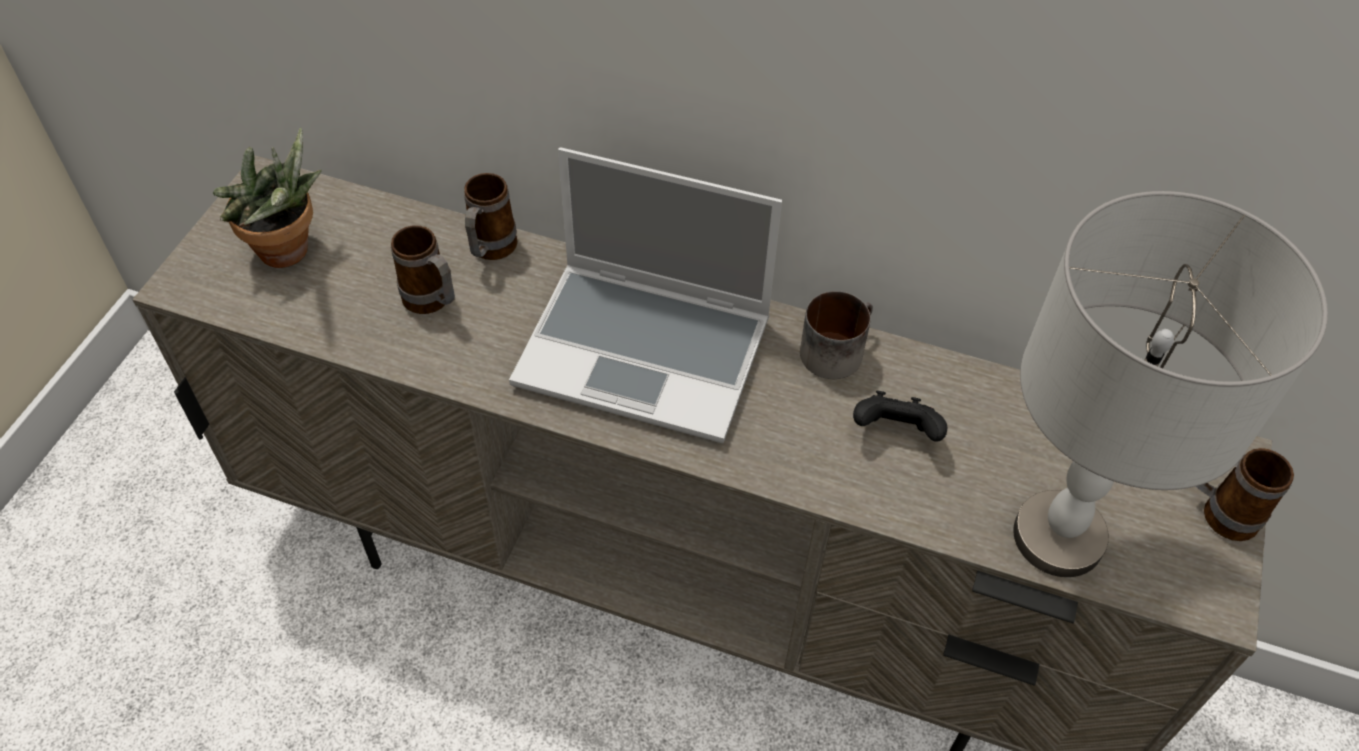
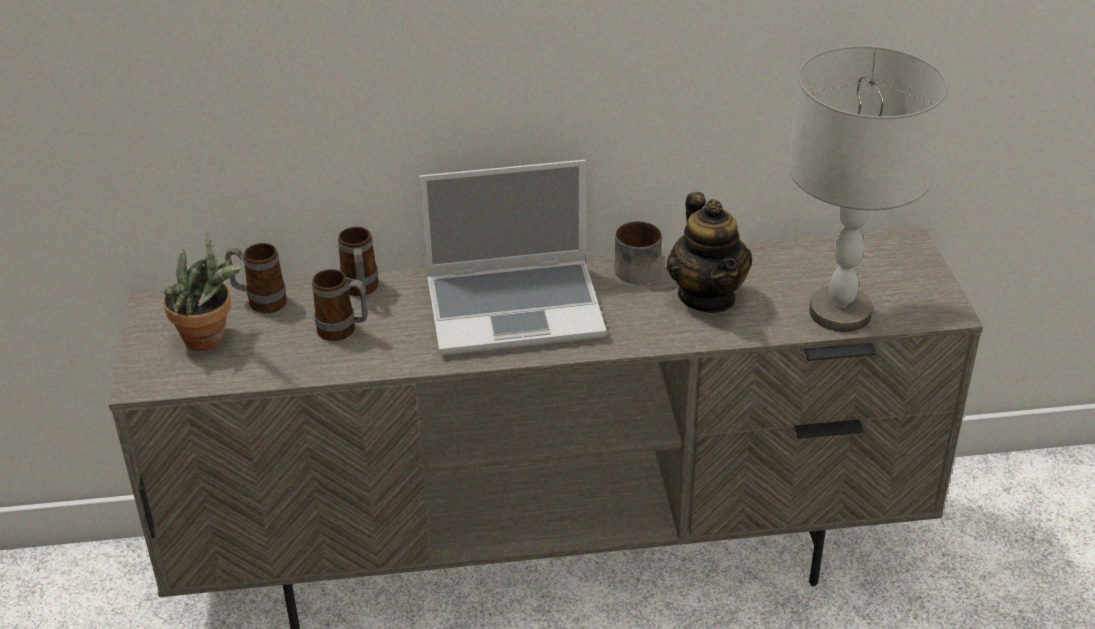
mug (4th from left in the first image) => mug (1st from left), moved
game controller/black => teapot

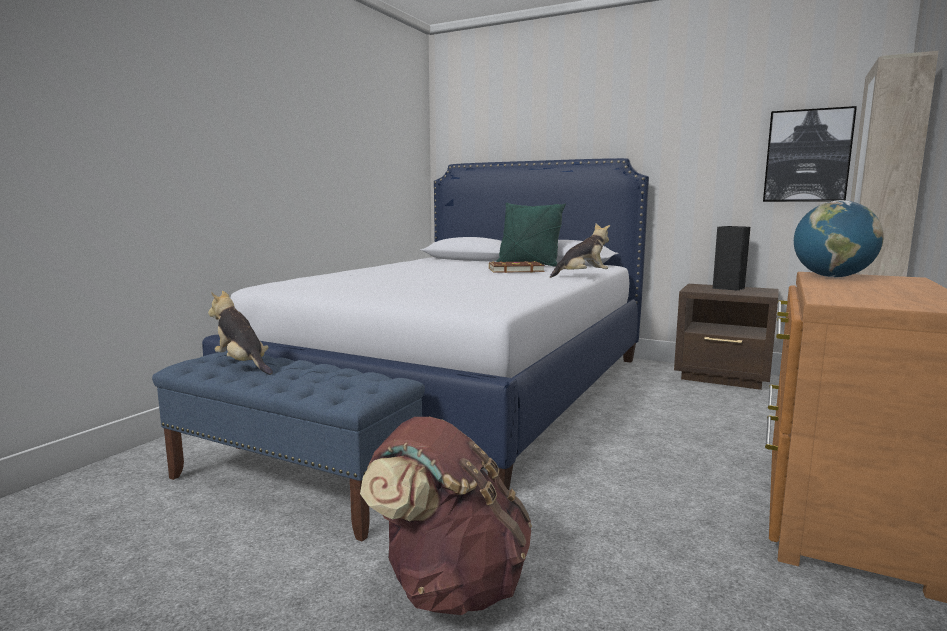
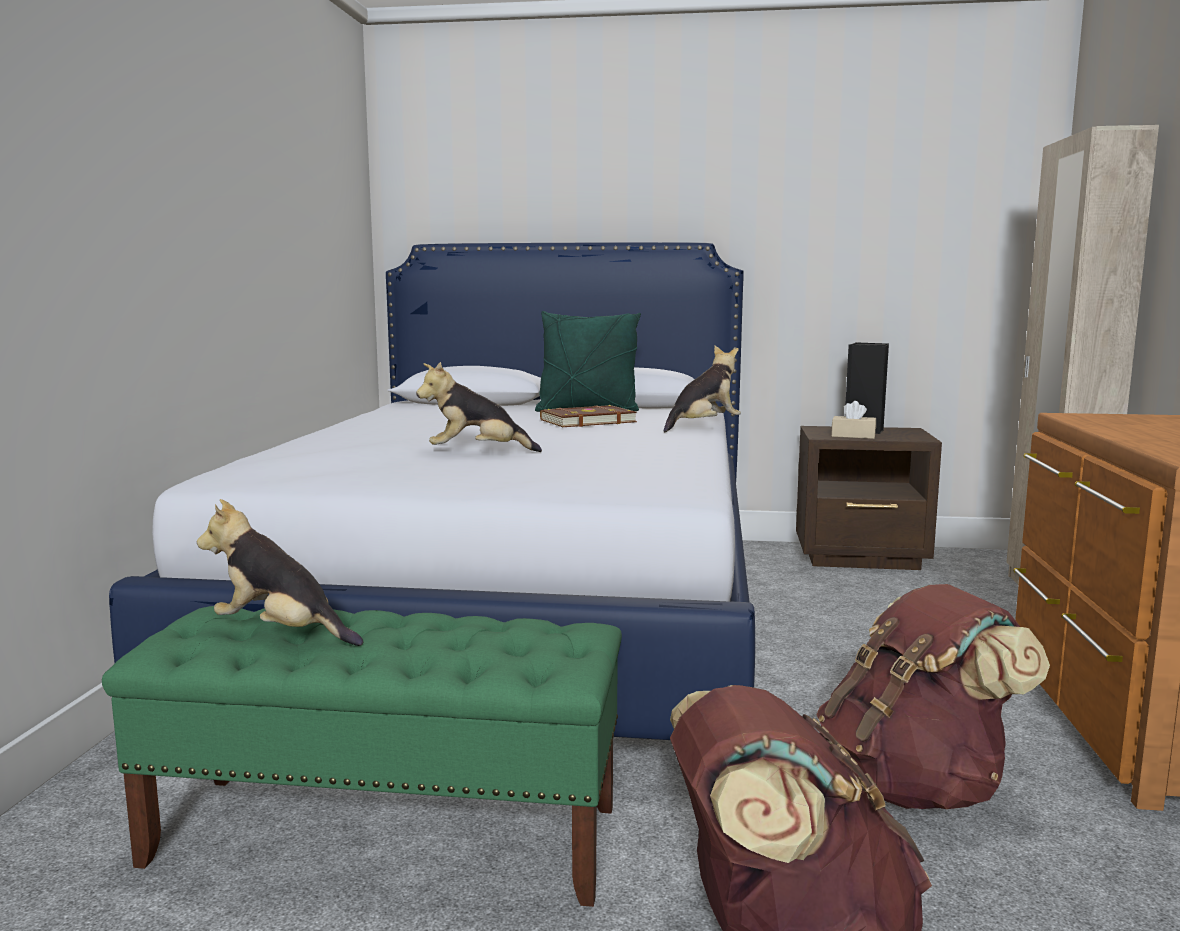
picture => nothing
globe => nothing
nothing => plush toy (2nd from left)
nothing => backpack/brown (2nd from left)
nothing => tissue box/beige
bench/blue => bench/green

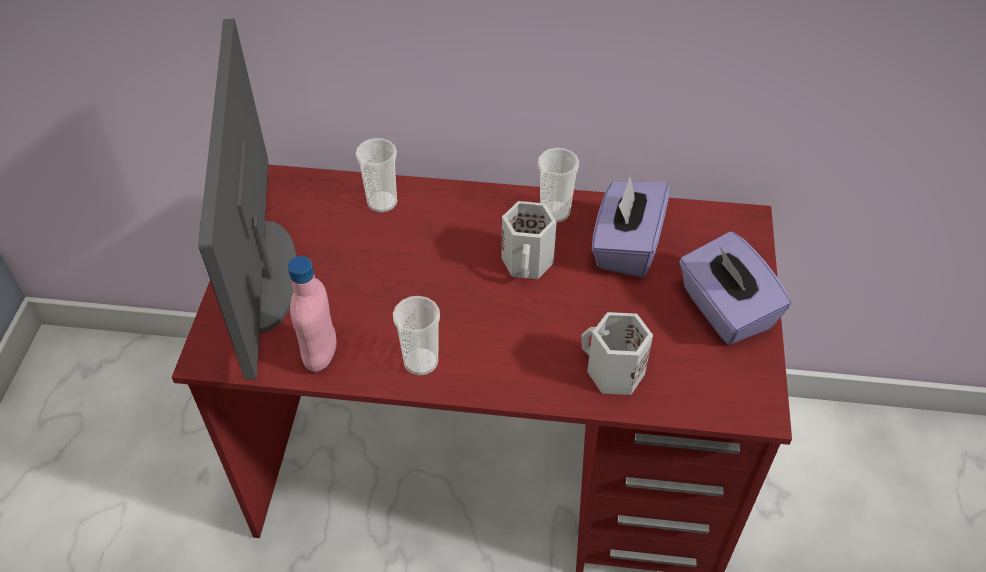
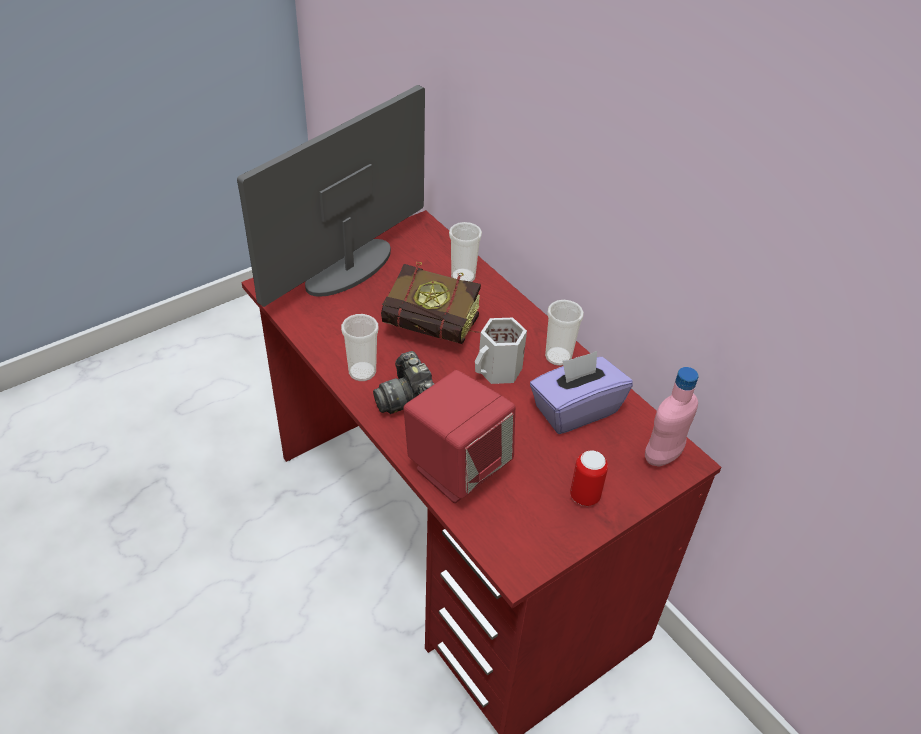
nothing => photo camera
nothing => book
bottle/pink, moved
mug/white (2nd from left) => speaker/red
tissue box/purple (2nd from left) => can

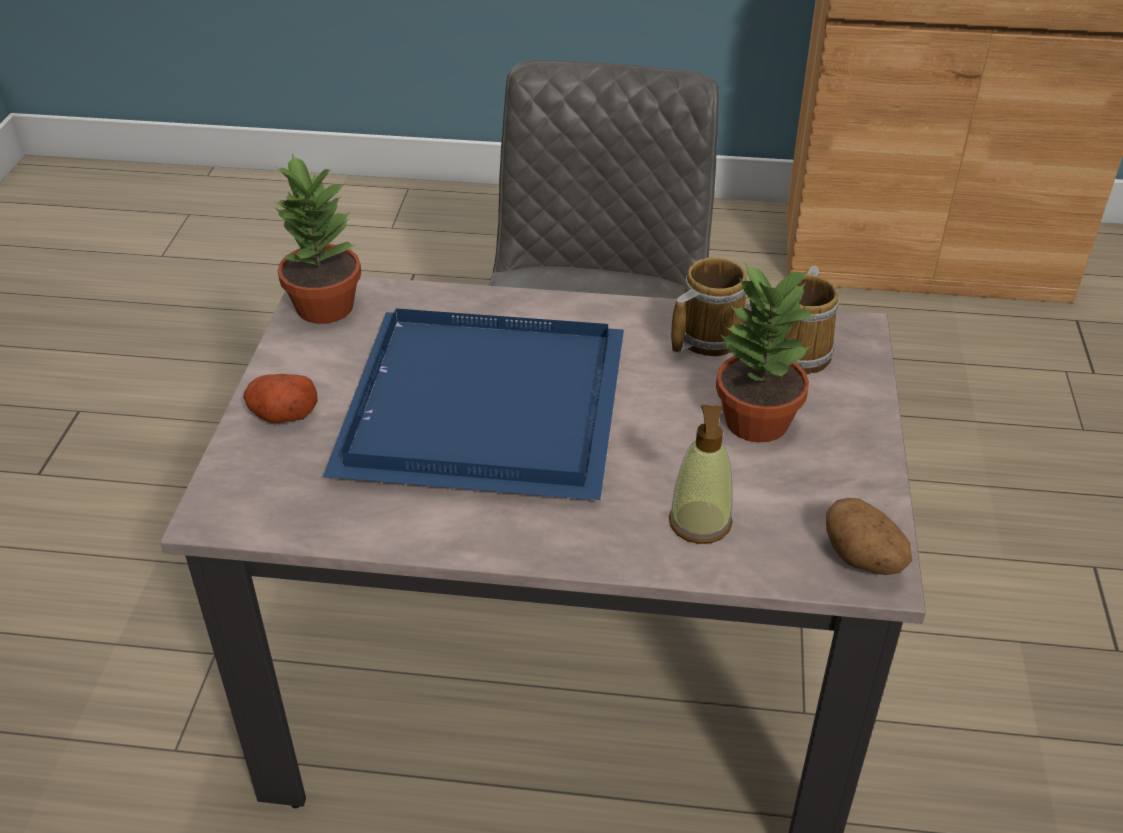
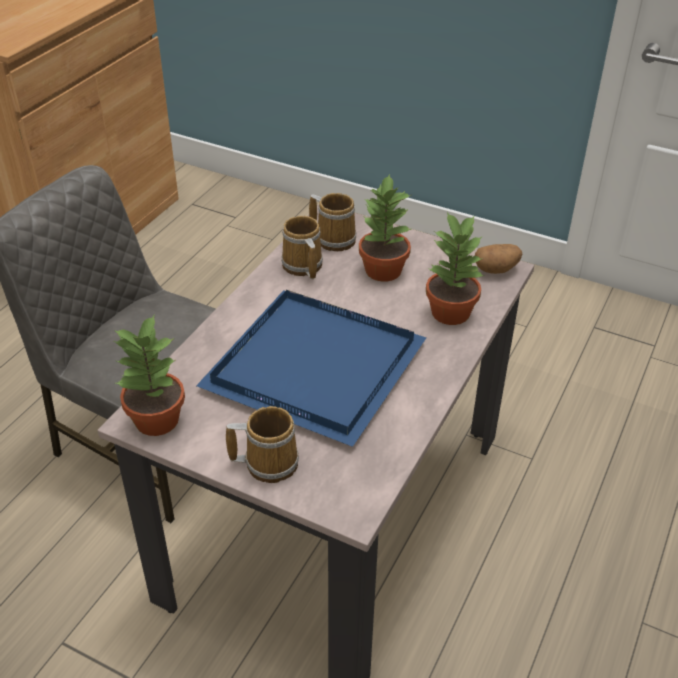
potato (1st from left) => mug (1st from left)
soap dispenser => potted plant (3rd from left)

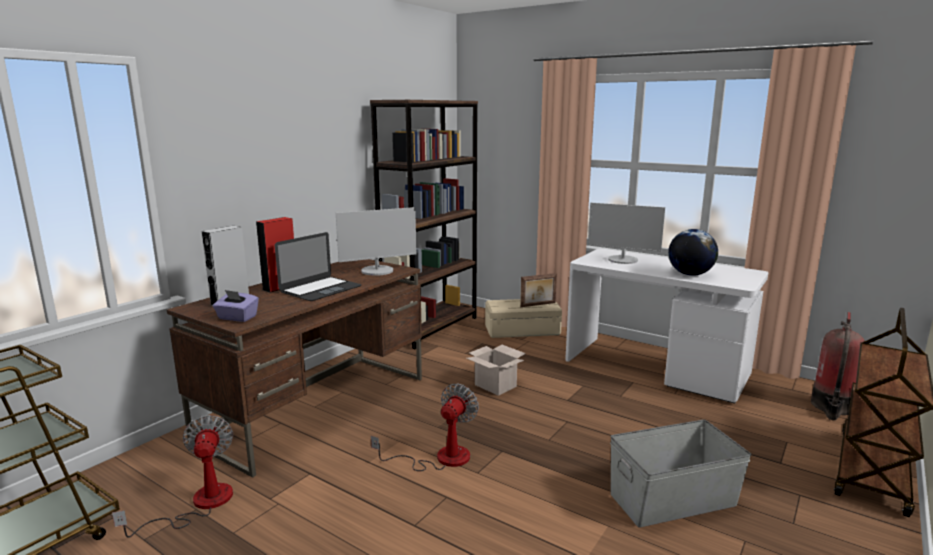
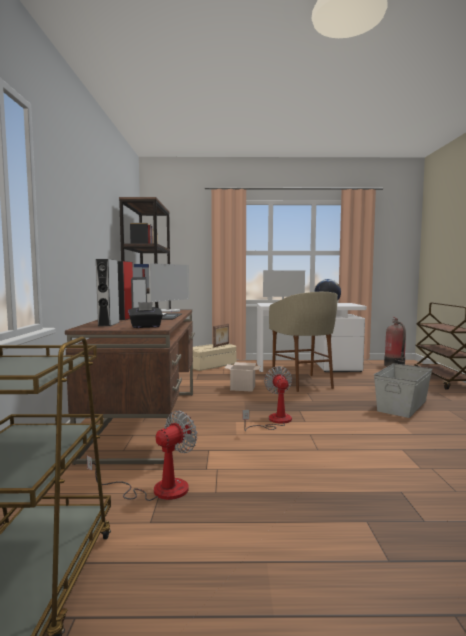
nothing => stool/beige
tissue box/purple => tissue box/black
fan (1st from left), 90 degrees clockwise

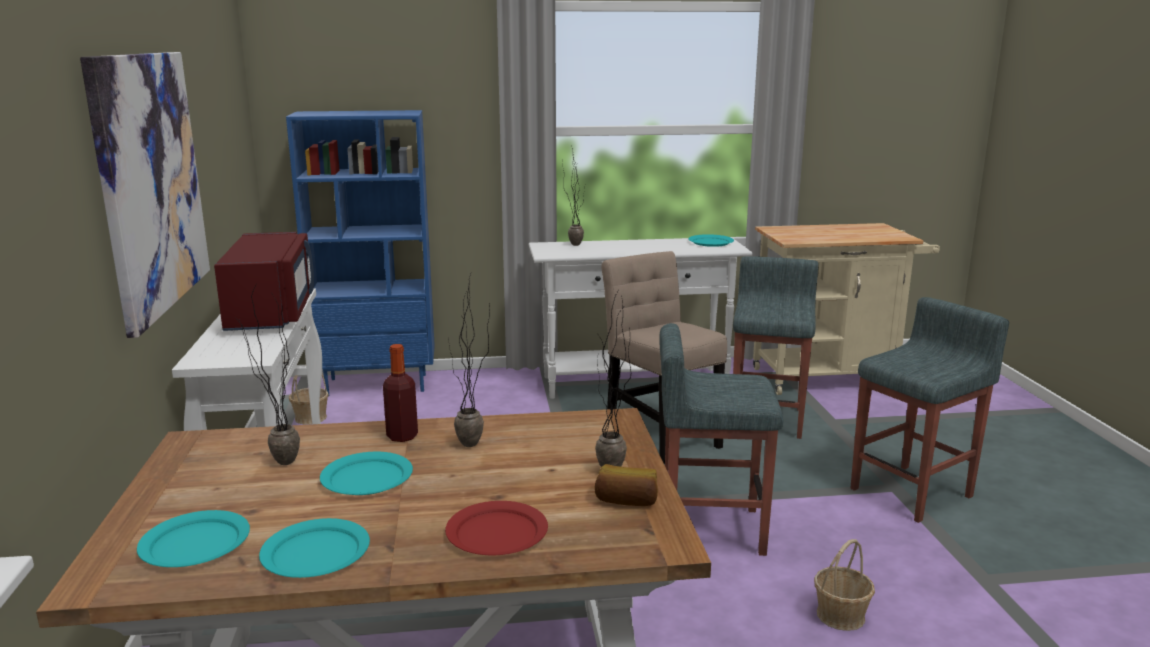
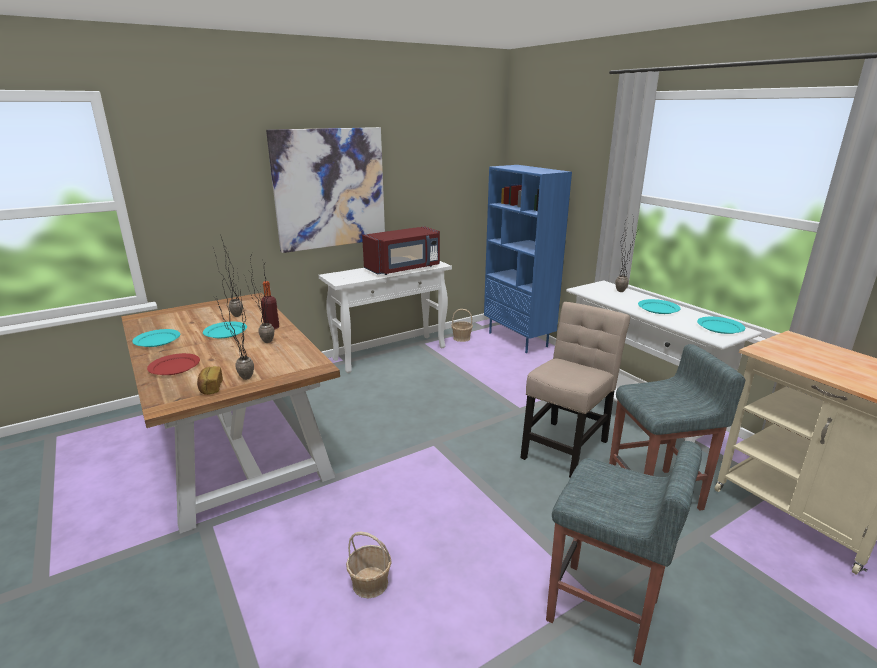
stool/grey (1st from left) => nothing
plate/turquoise (1st from left in the first image) => plate/turquoise (3rd from left), moved

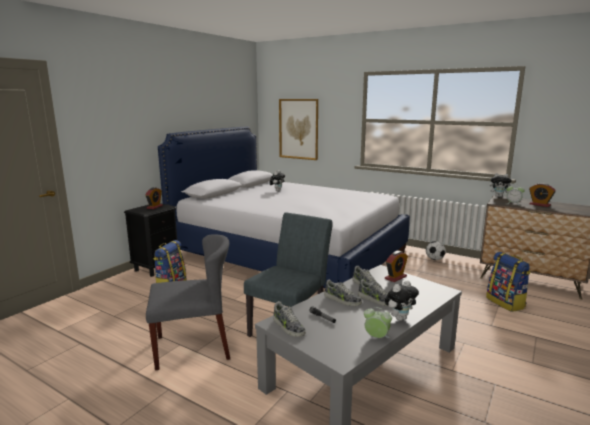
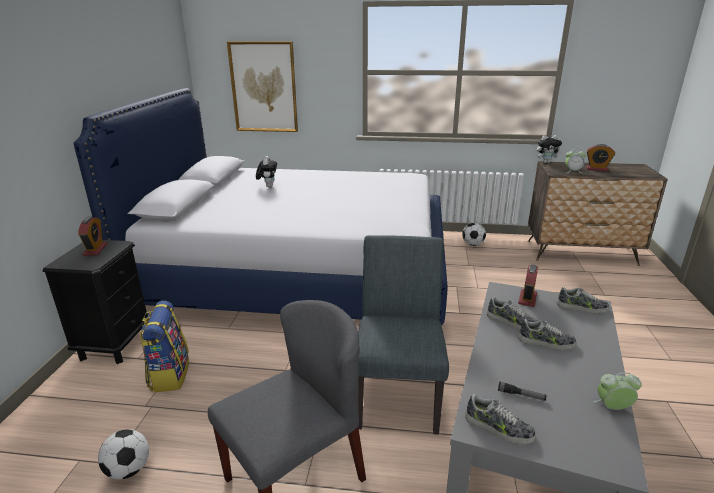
plush toy (2nd from left) => nothing
backpack (2nd from left) => nothing
nothing => football (1st from left)
shoe (2nd from left in the first image) => shoe (4th from left), moved

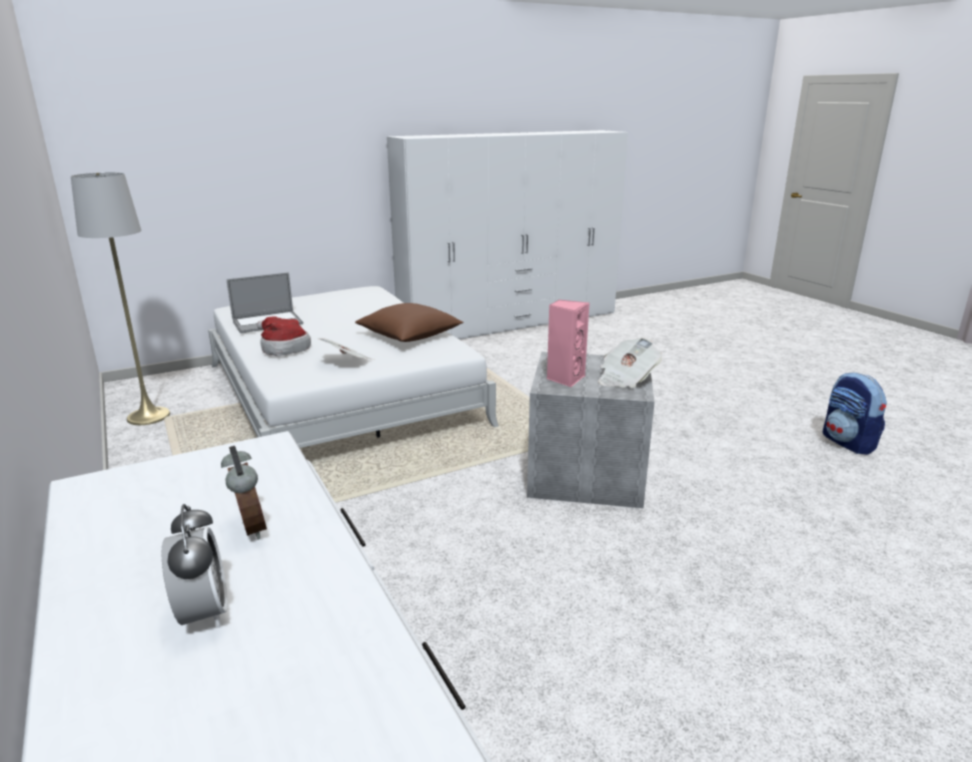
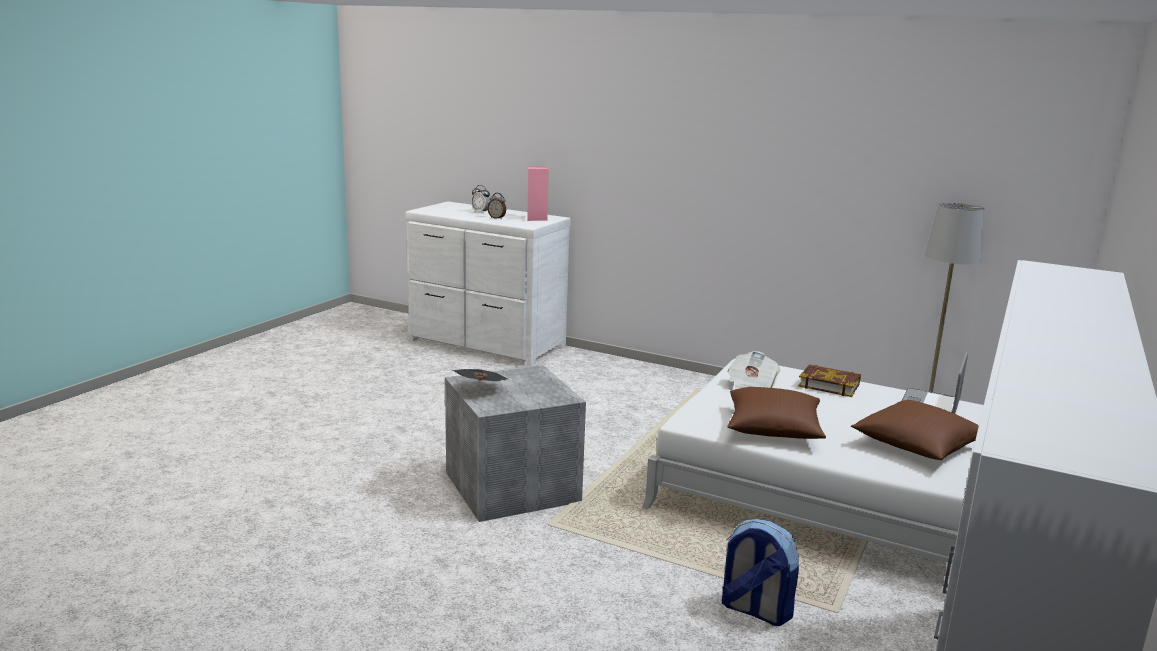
nothing => pillow/brown (2nd from left)
speaker/pink, moved
backpack, moved
hat => book

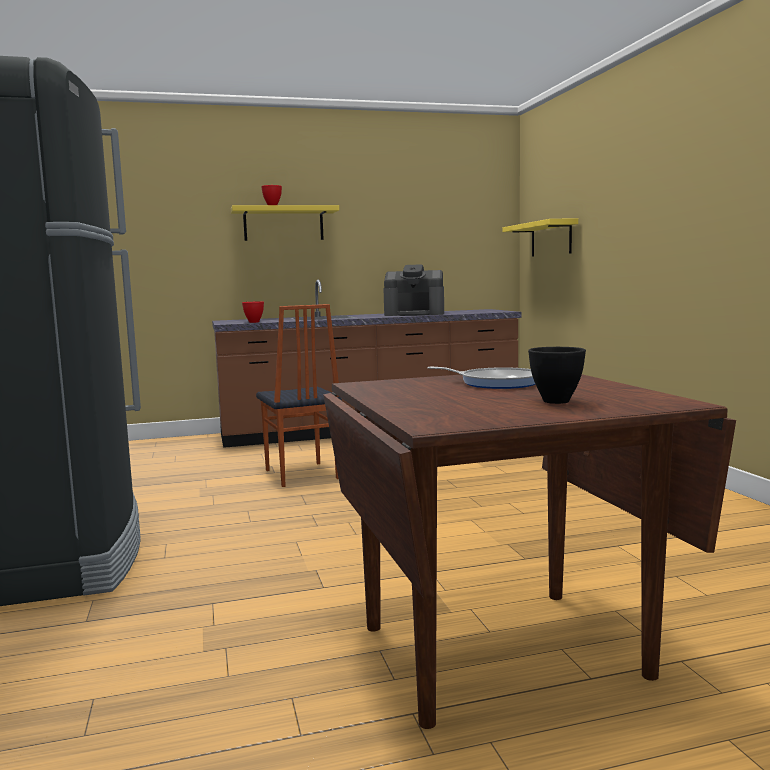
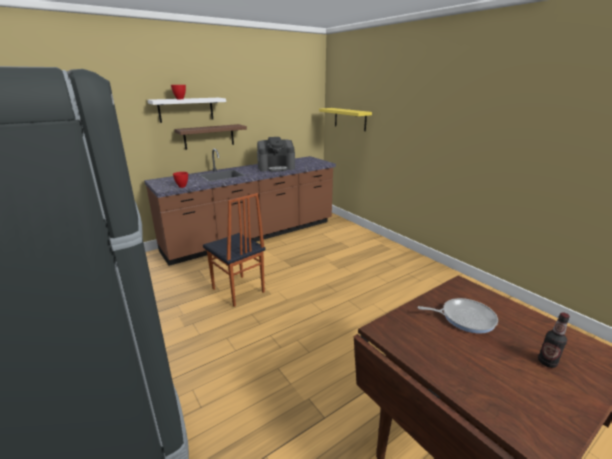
nothing => shelf/brown
bowl/black => bottle
shelf/yellow (1st from left) => shelf/white

